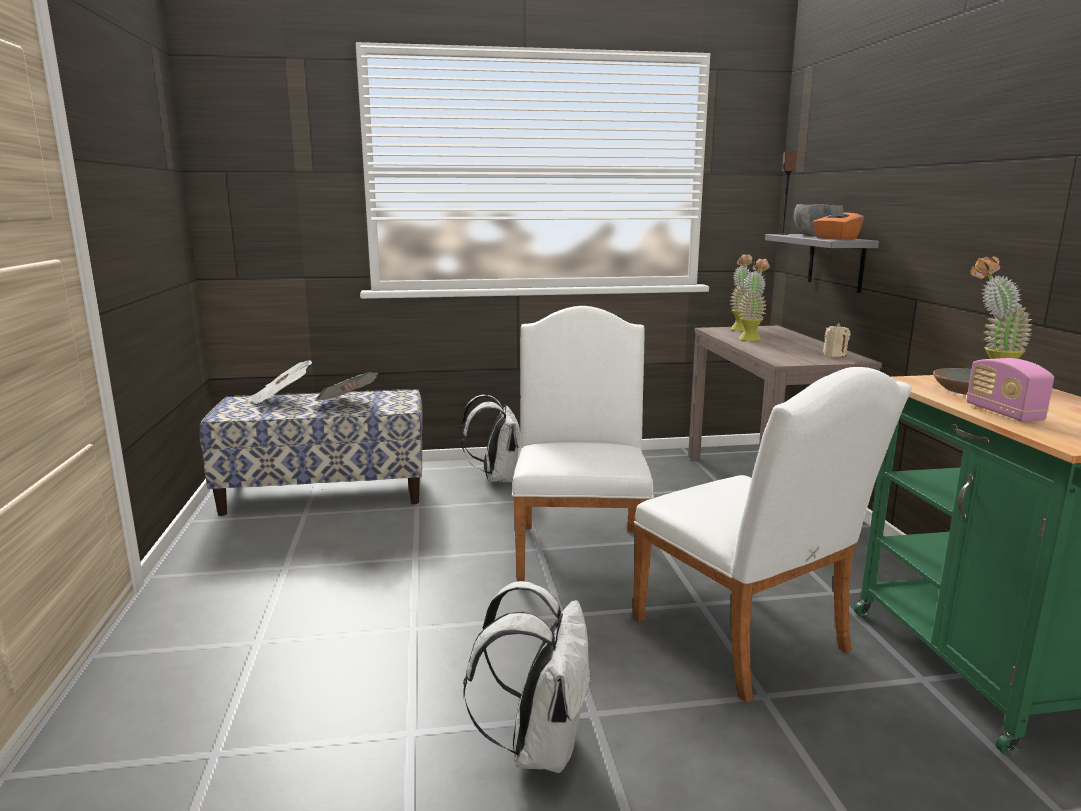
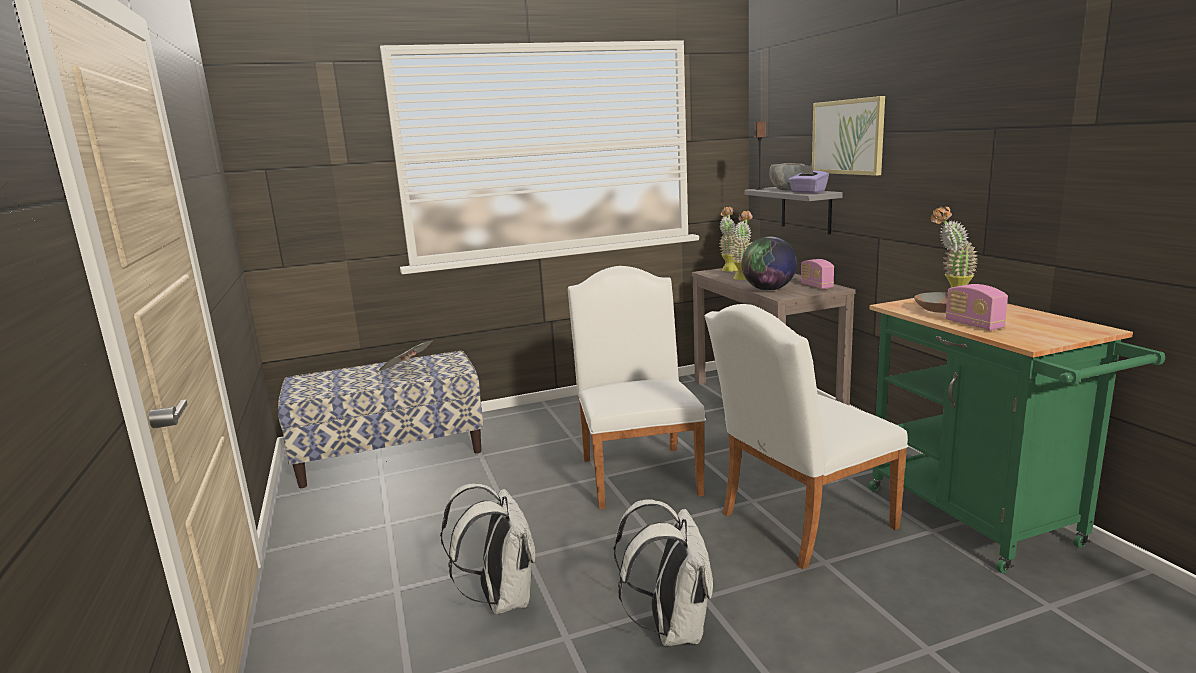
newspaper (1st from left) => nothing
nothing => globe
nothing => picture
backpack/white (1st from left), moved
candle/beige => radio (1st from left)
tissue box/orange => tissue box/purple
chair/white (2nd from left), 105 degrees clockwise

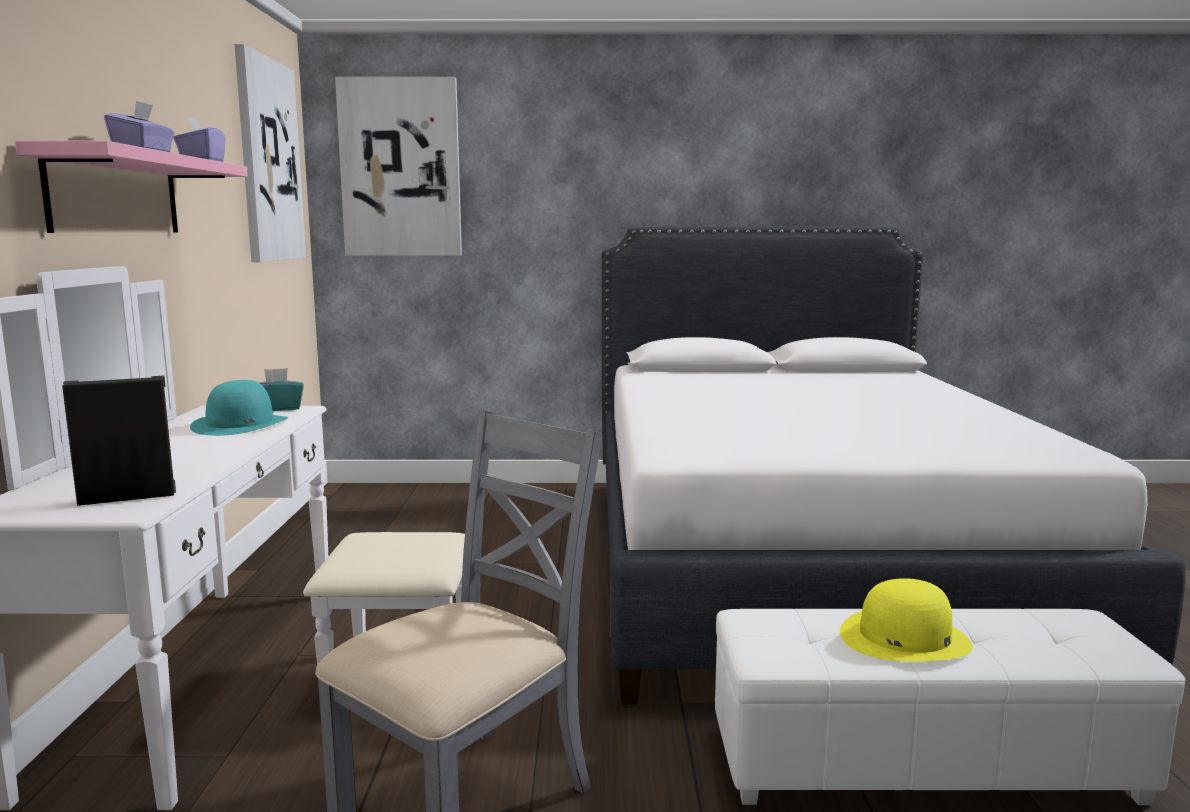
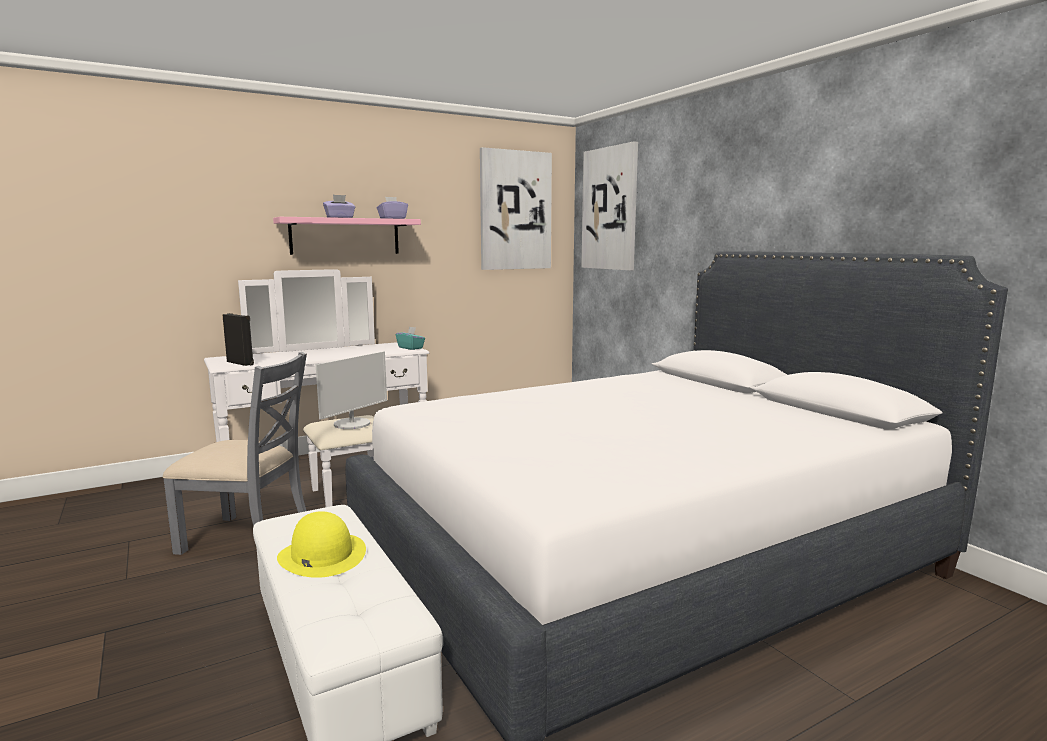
hat/turquoise => nothing
nothing => monitor

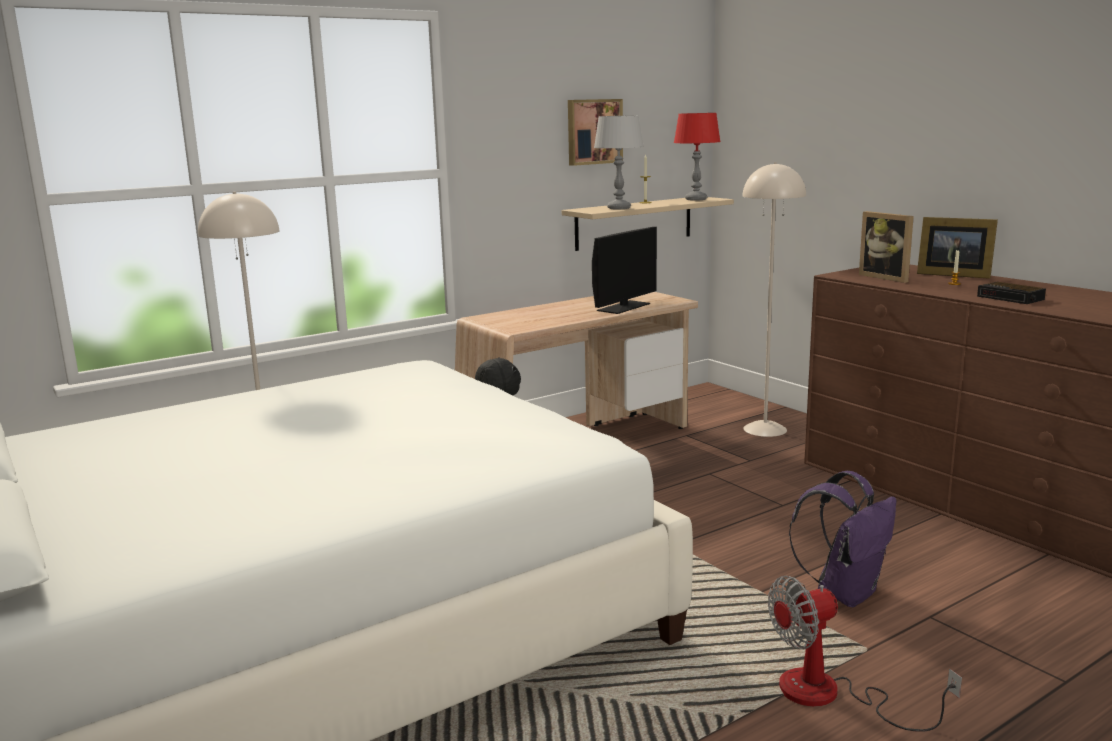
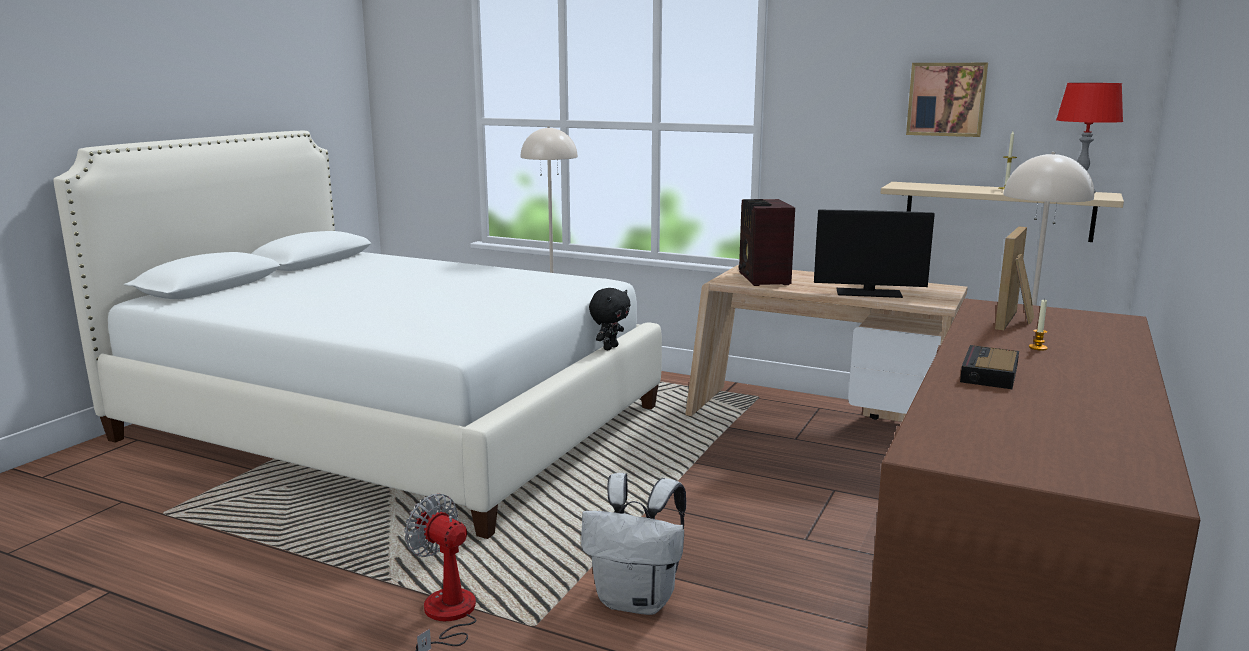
table lamp/grey => nothing
picture frame (2nd from left) => nothing
nothing => radio
backpack/purple => backpack/white

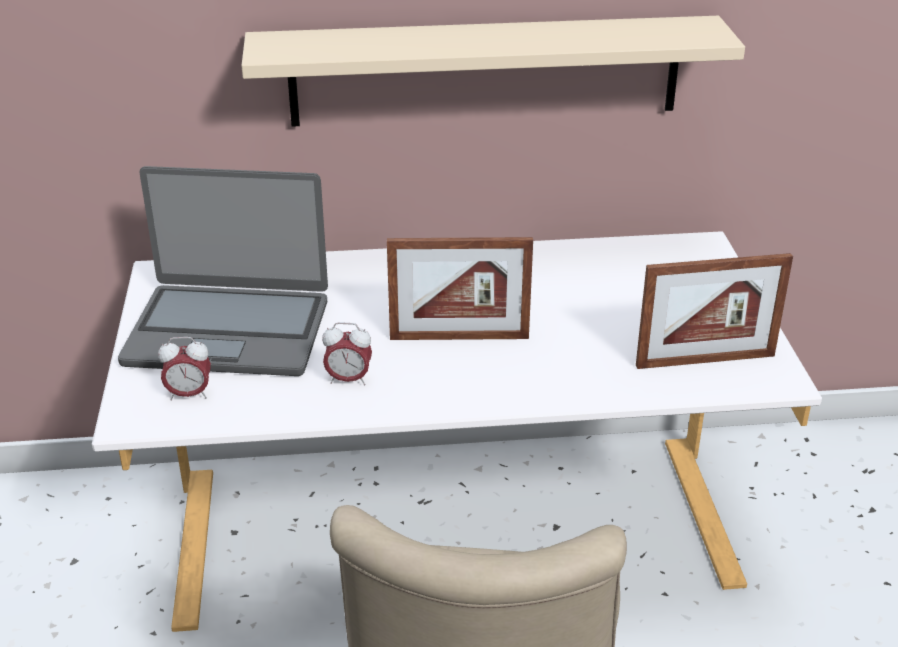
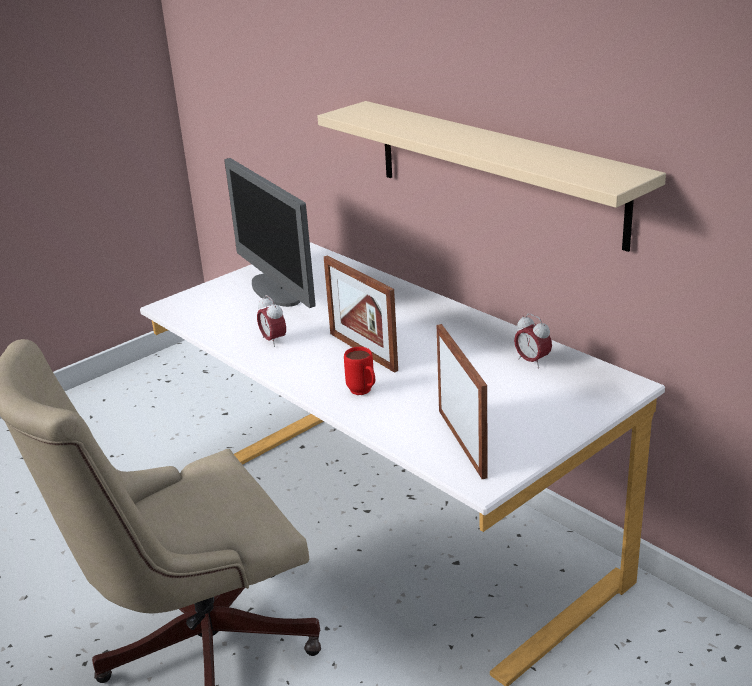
nothing => mug/red
alarm clock (1st from left in the first image) => alarm clock (2nd from left), moved
laptop => monitor
picture frame (2nd from left), 150 degrees counterclockwise

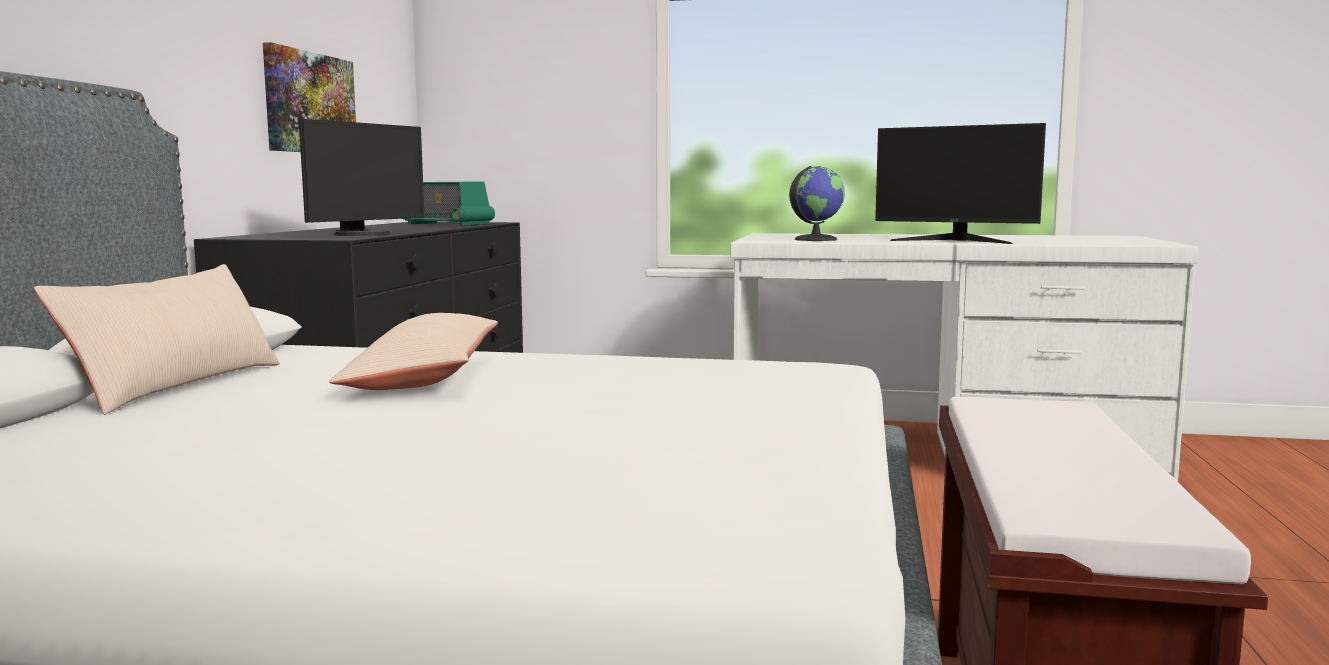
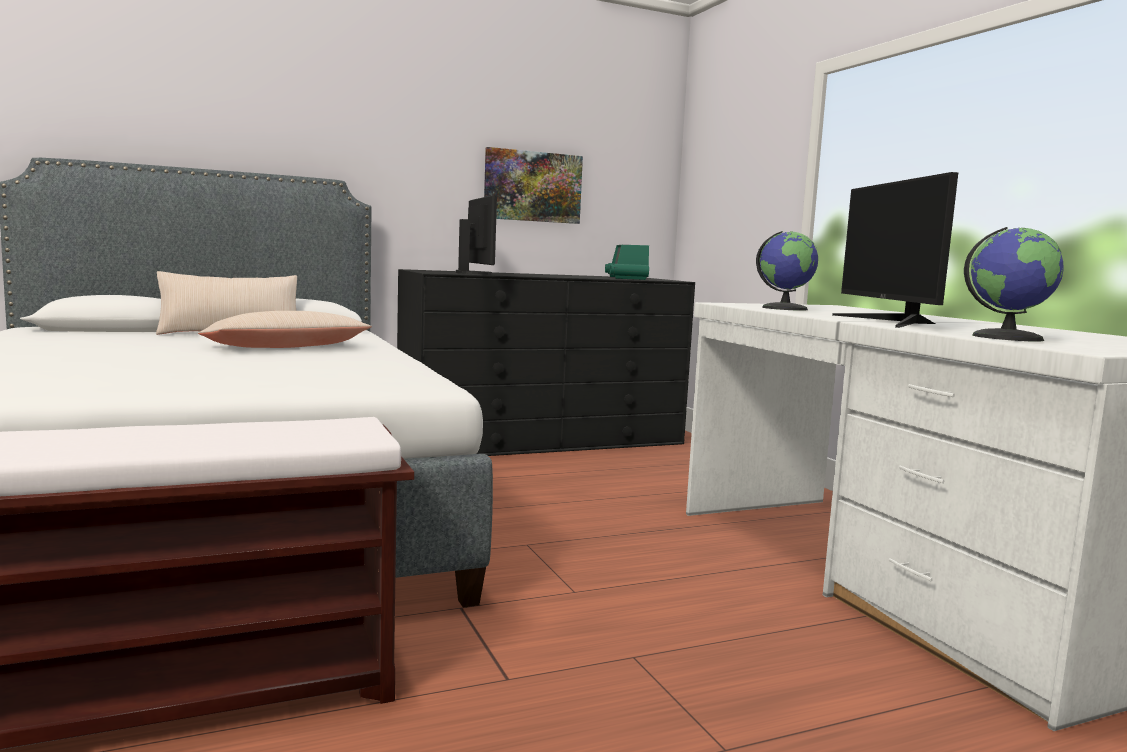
nothing => globe (2nd from left)
monitor (1st from left), 105 degrees counterclockwise

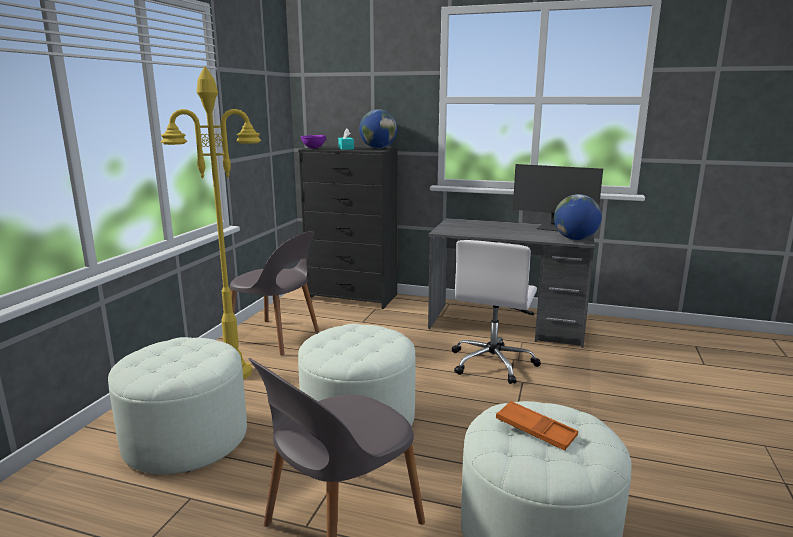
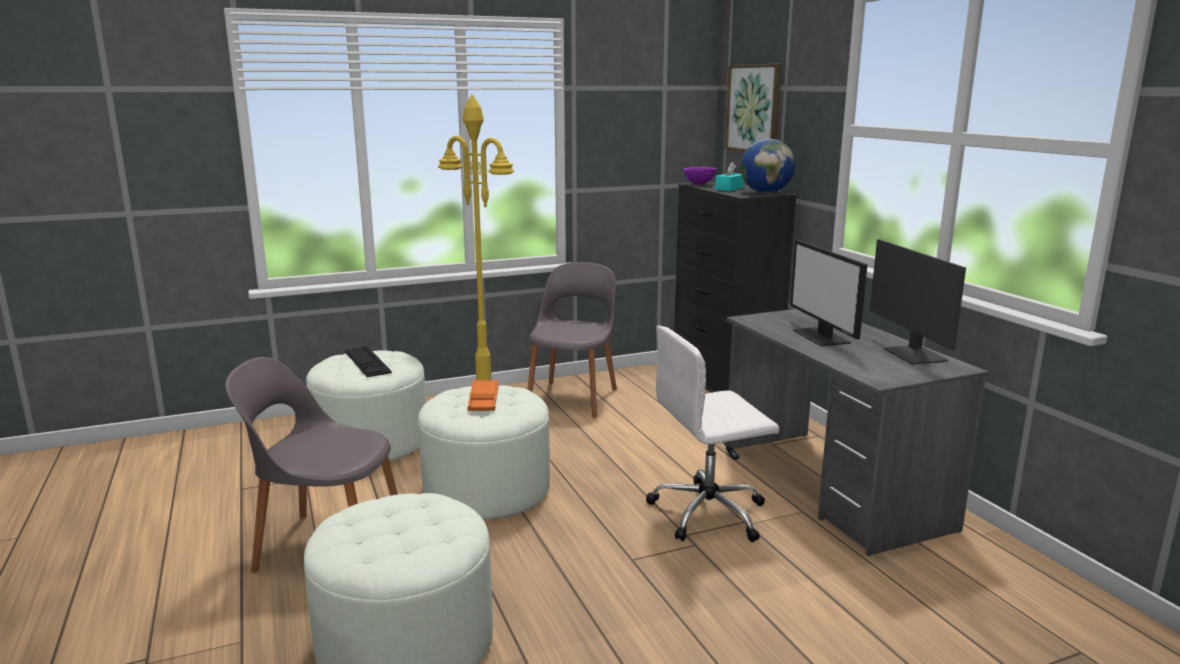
globe (2nd from left) => nothing
nothing => keyboard
nothing => picture
nothing => monitor (1st from left)
tray/orange, moved
chair/grey (1st from left in the first image) => chair/grey (2nd from left), 150 degrees counterclockwise

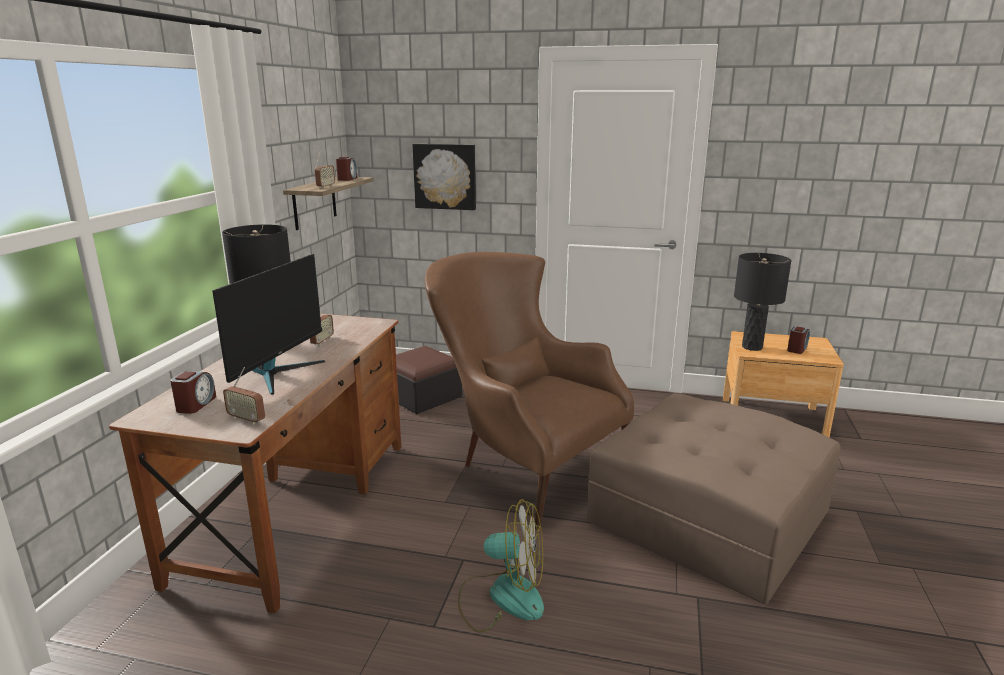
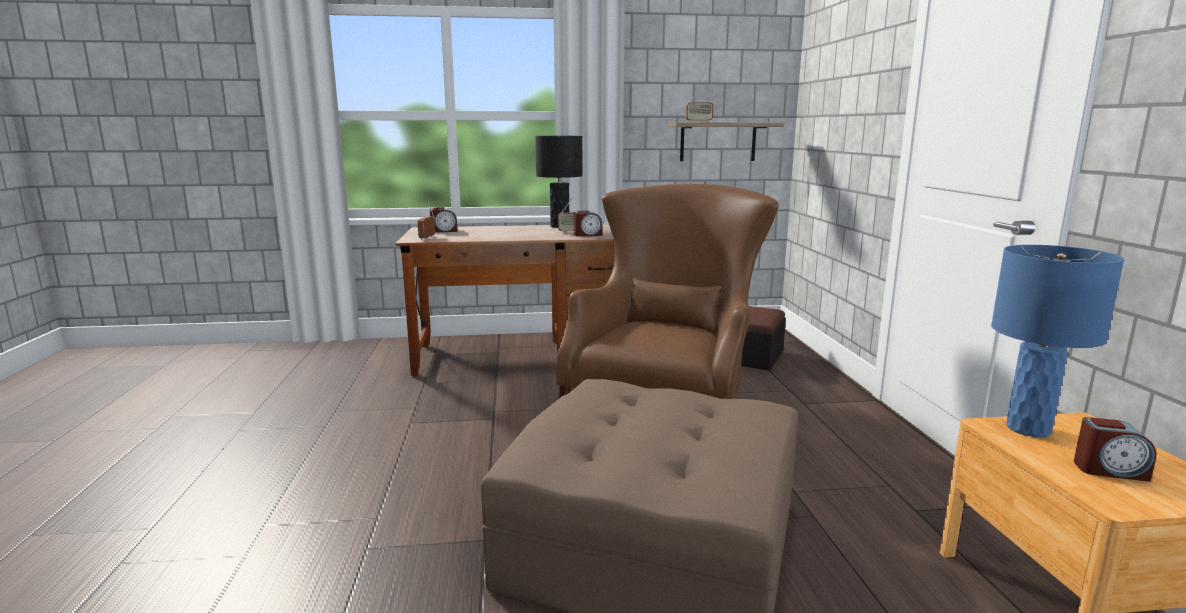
monitor => nothing
picture => nothing
fan => nothing
alarm clock (2nd from left), moved
table lamp/black (2nd from left) => table lamp/blue

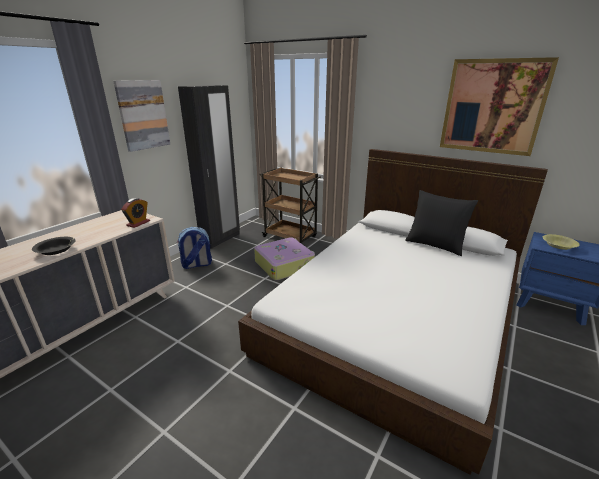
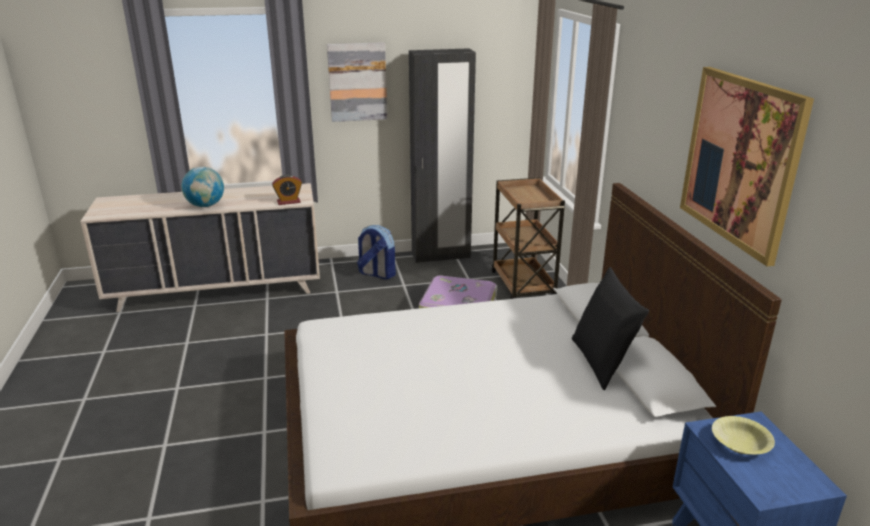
bowl/black => globe

